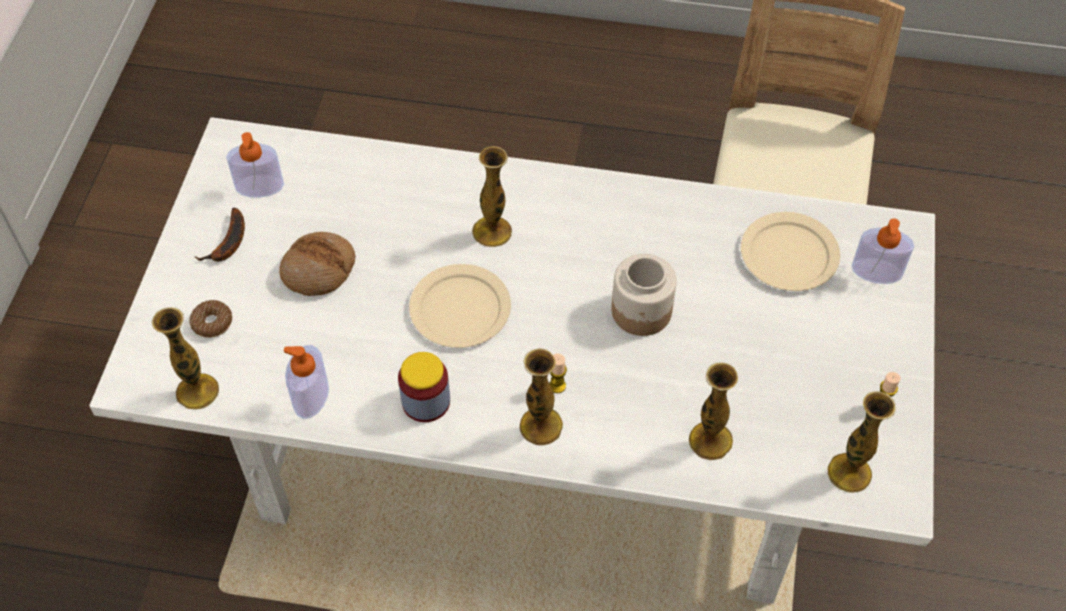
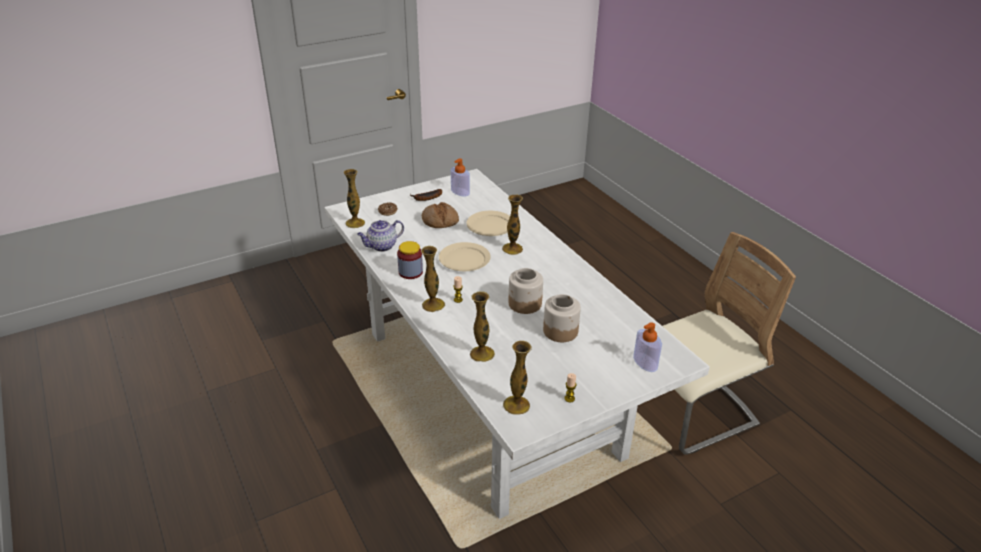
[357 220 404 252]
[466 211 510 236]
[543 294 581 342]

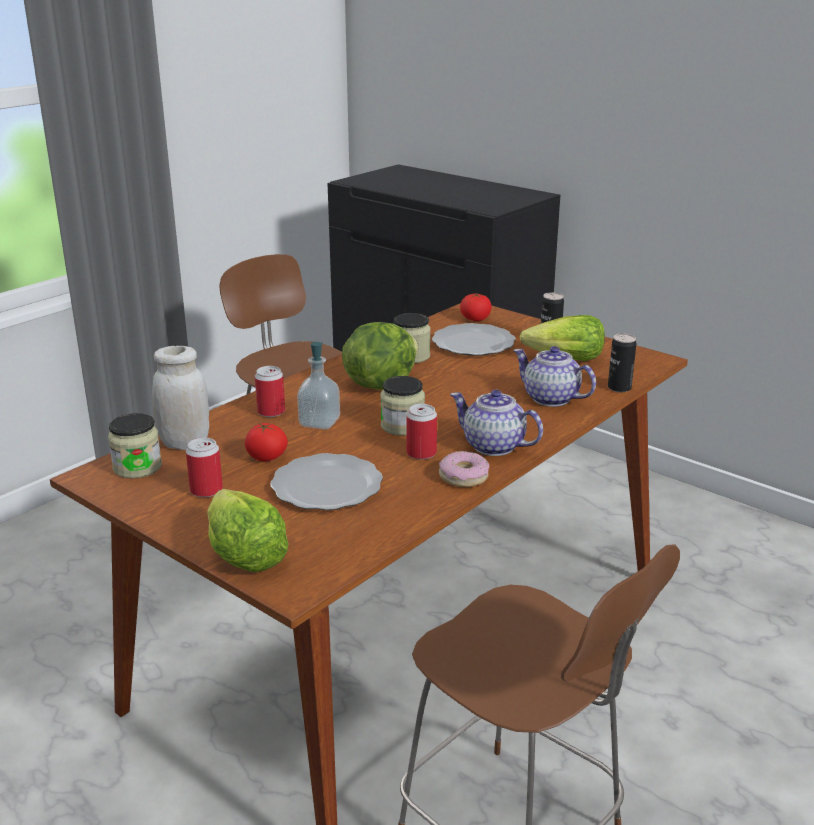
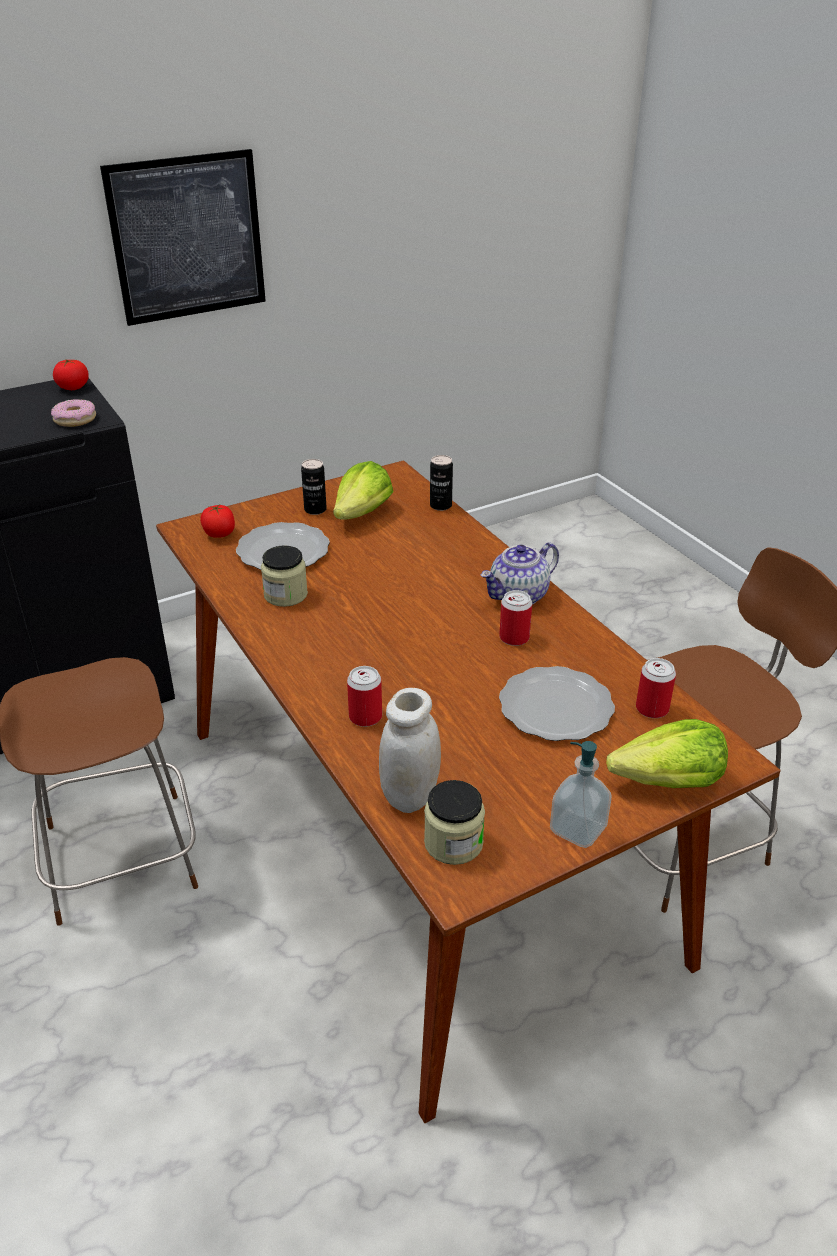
[51 399 96 427]
[53 360 89 390]
[100 149 266 326]
[550 741 612 848]
[636 658 676 718]
[342 322 418 390] (first image)
[380 376 425 436] (first image)
[513 346 596 407] (first image)

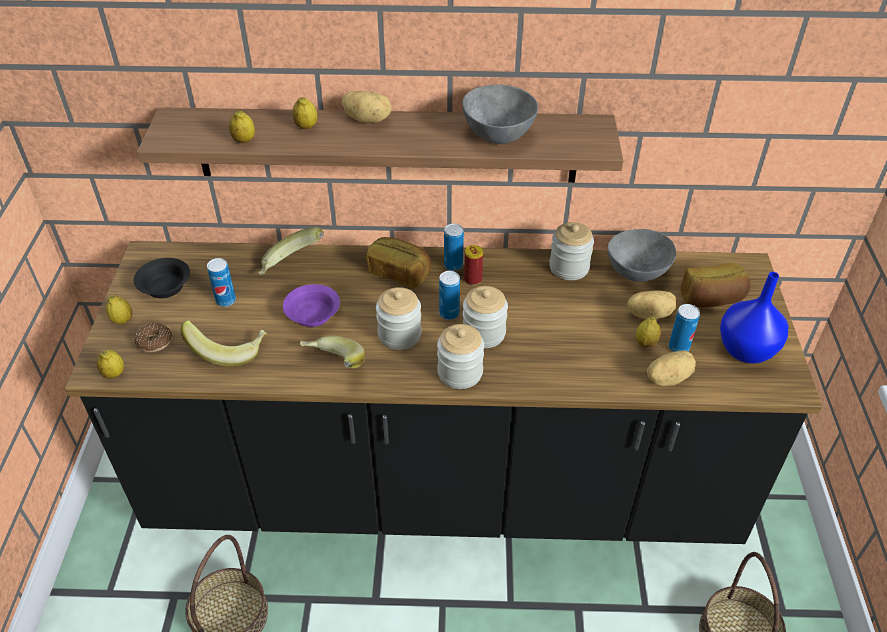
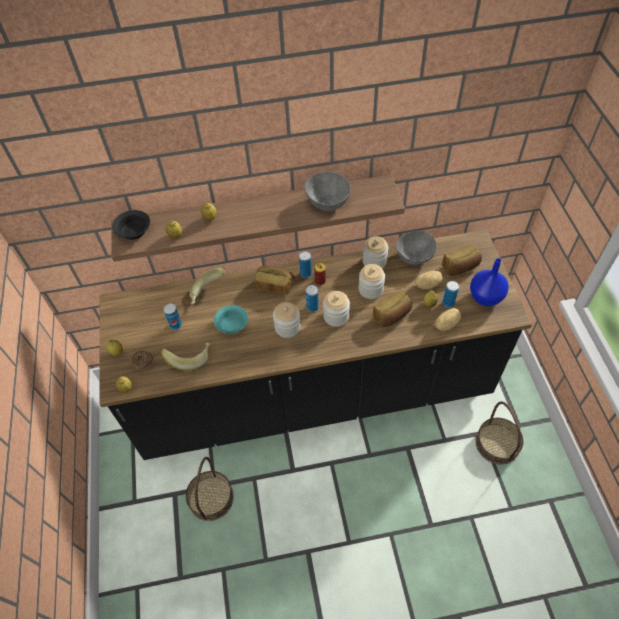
[112 210 150 240]
[214 305 248 334]
[359 264 385 299]
[373 290 412 327]
[300 336 365 368] (first image)
[342 91 392 123] (first image)

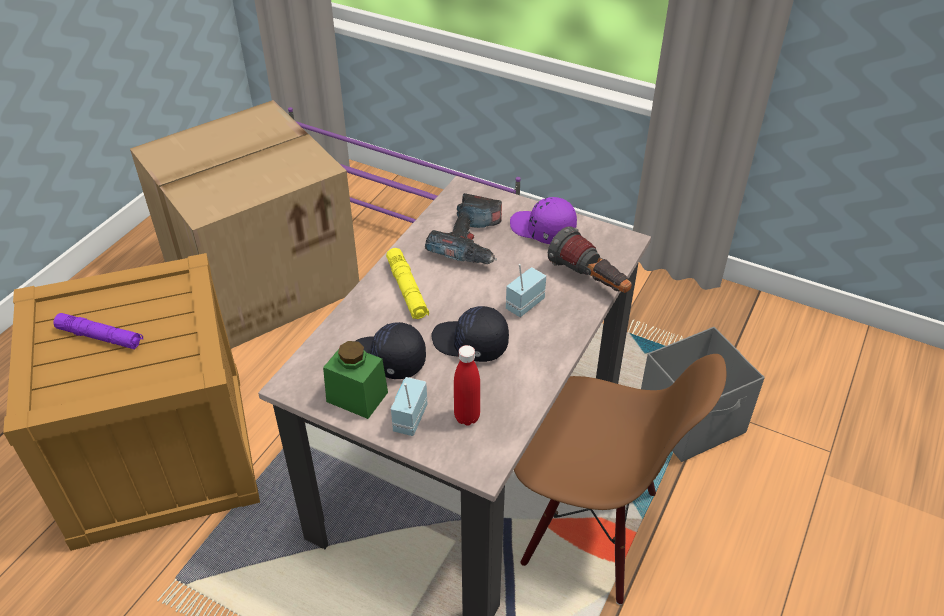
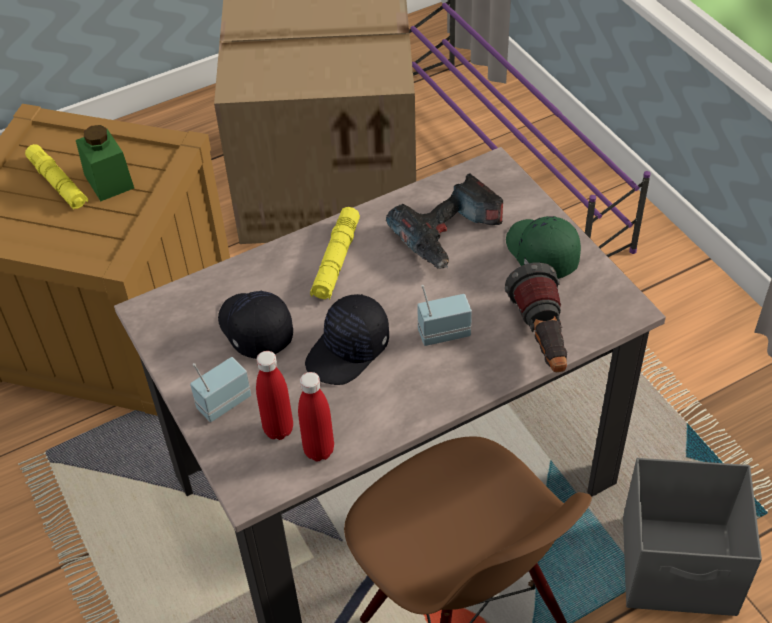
[25 144 88 210]
[76 125 134 201]
[298 372 334 461]
[305 294 389 385]
[506 216 581 278]

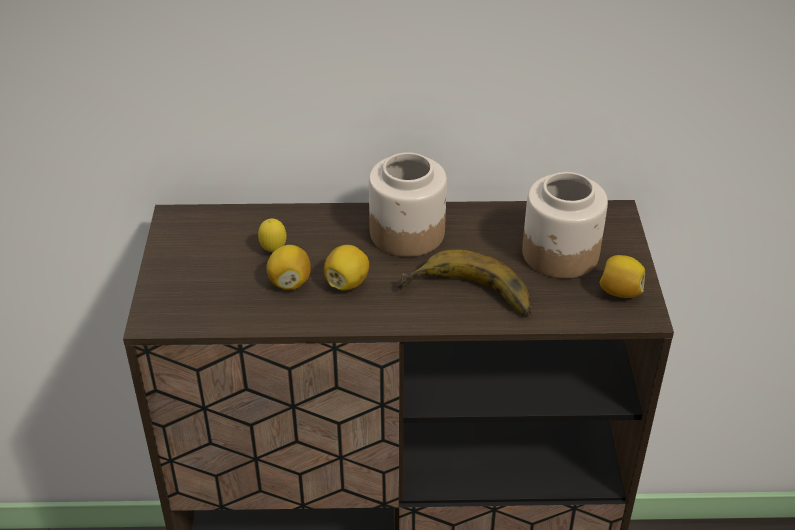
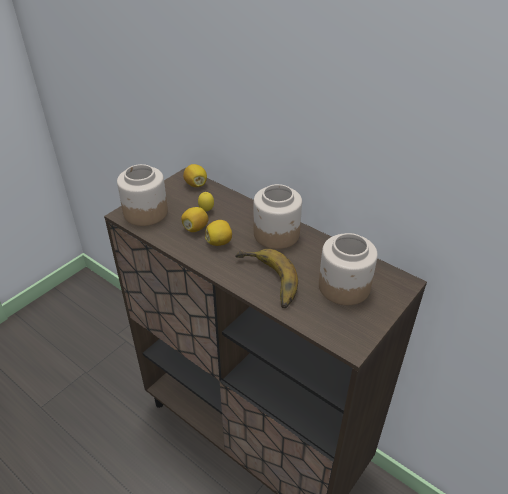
[117 164 168 226]
[183 164 207 187]

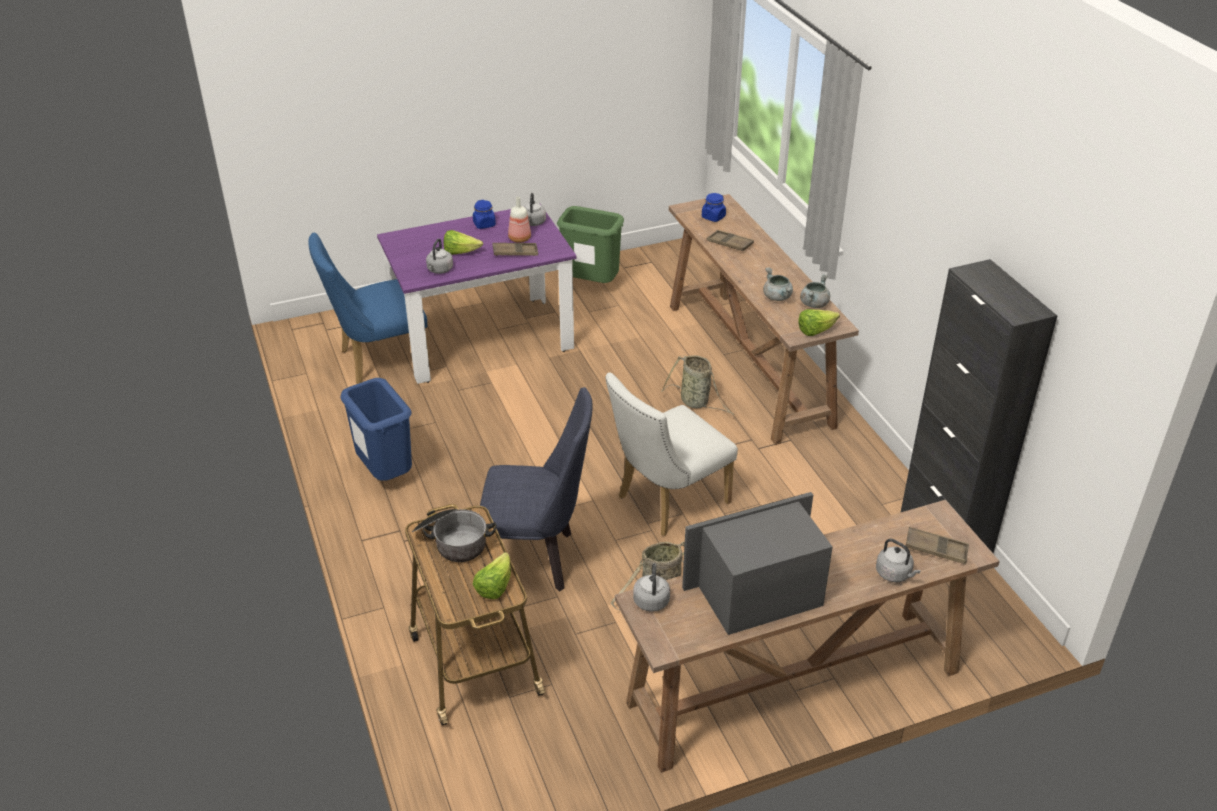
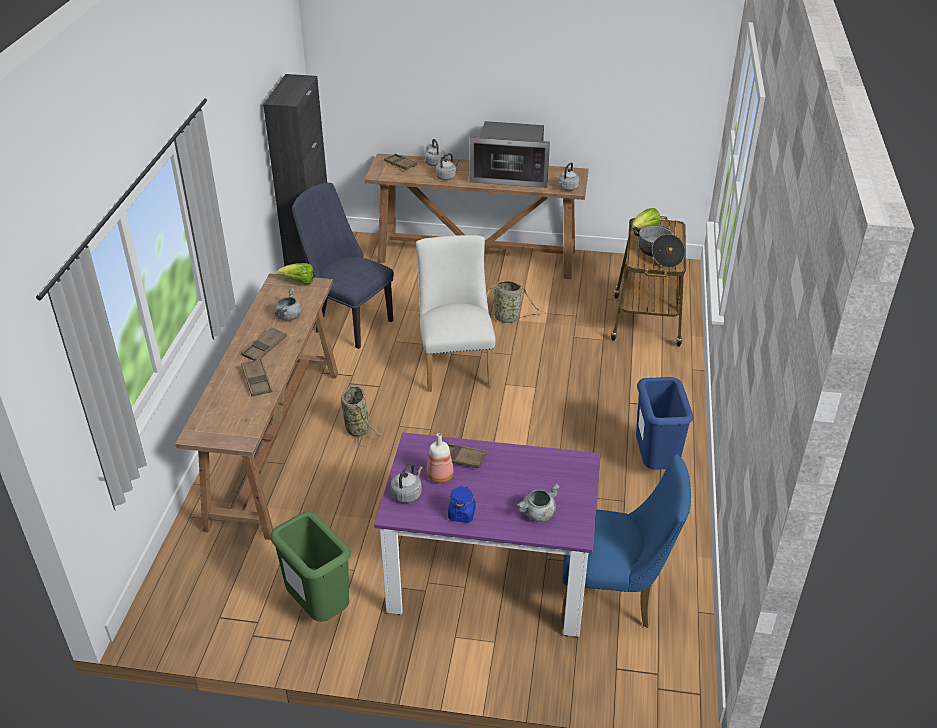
[241 327 287 361]
[292 183 394 349]
[416 235 496 392]
[436 153 459 180]
[516 483 560 522]
[444 230 483 255] (first image)
[702 193 726 222] (first image)

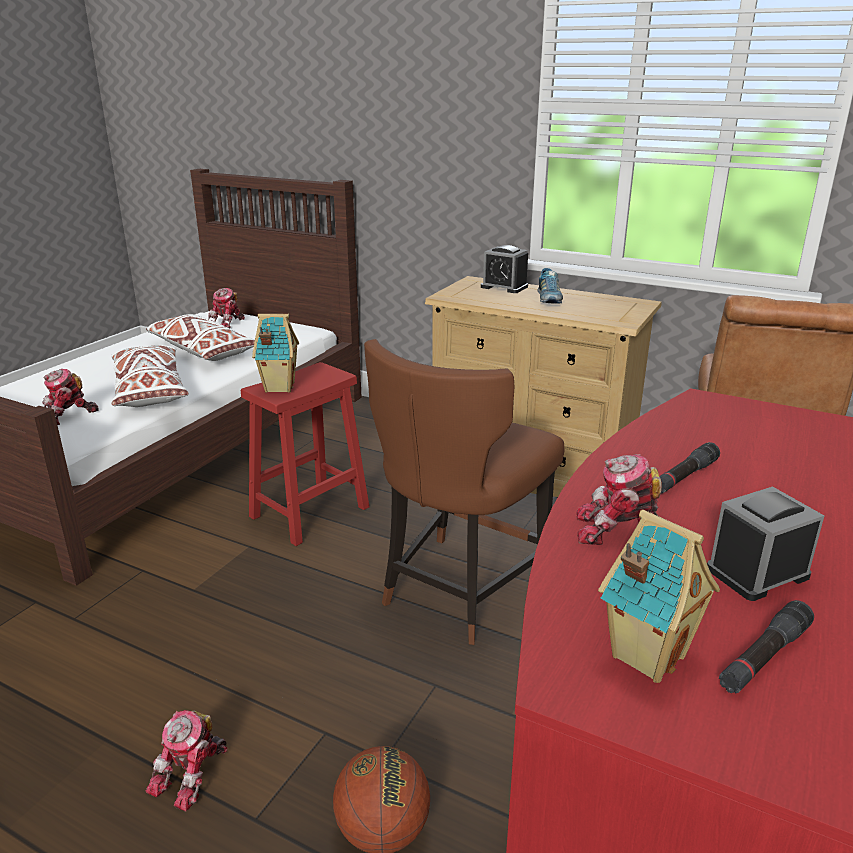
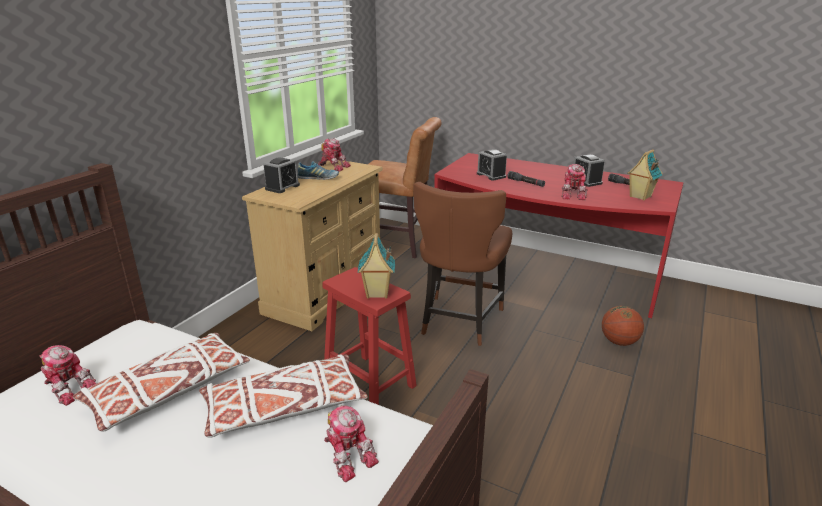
[318 138 351 171]
[413 182 512 346]
[477 149 507 180]

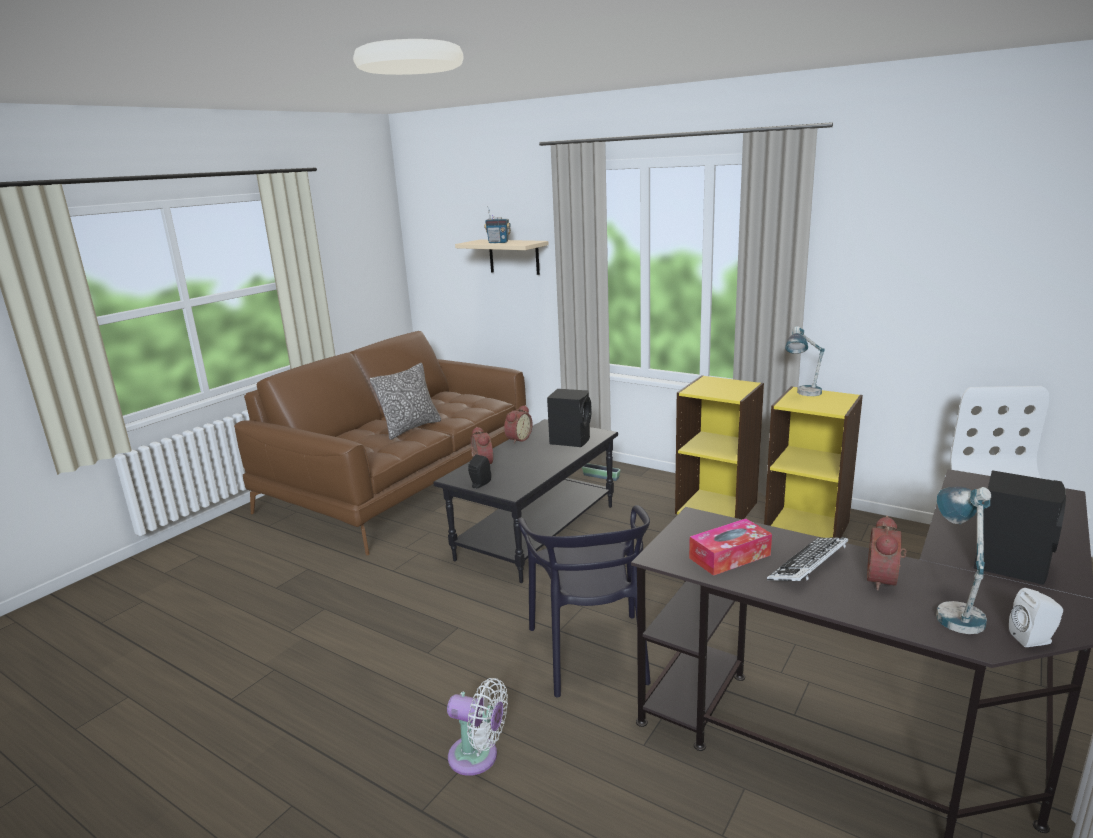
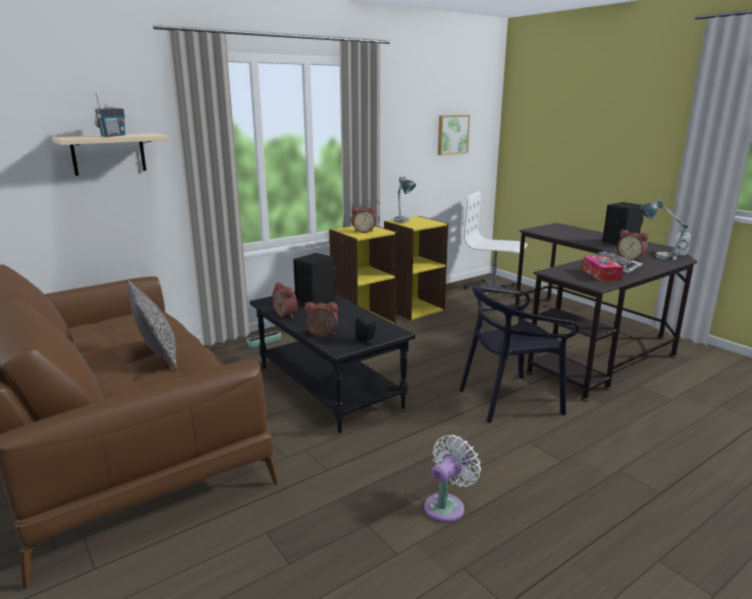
[351 207 375 233]
[424 435 481 523]
[438 115 470 155]
[459 285 579 423]

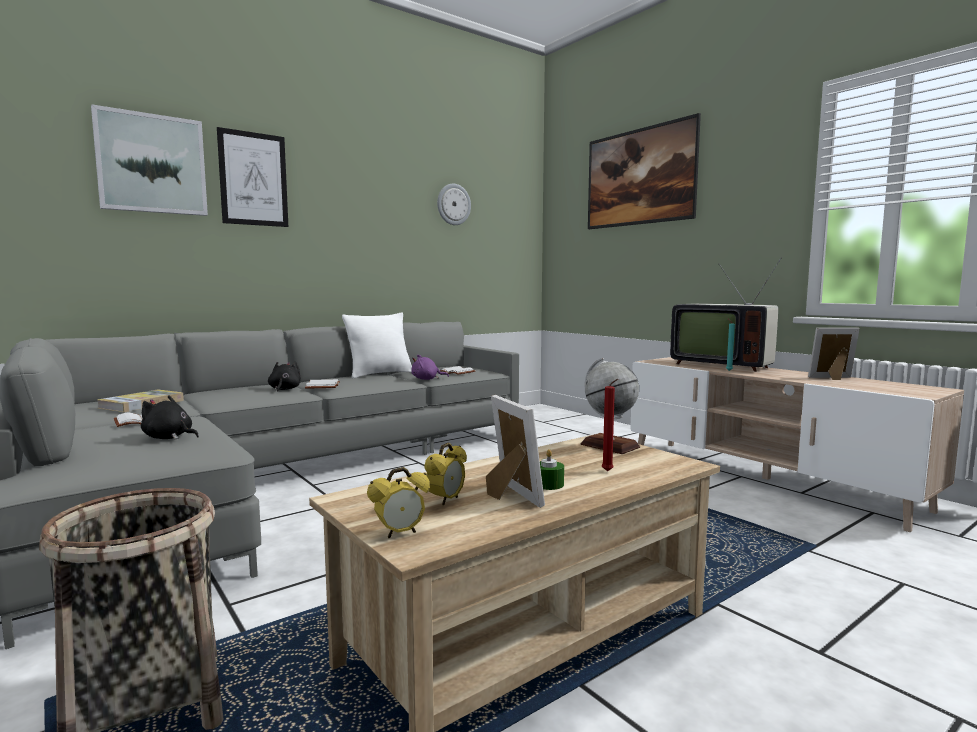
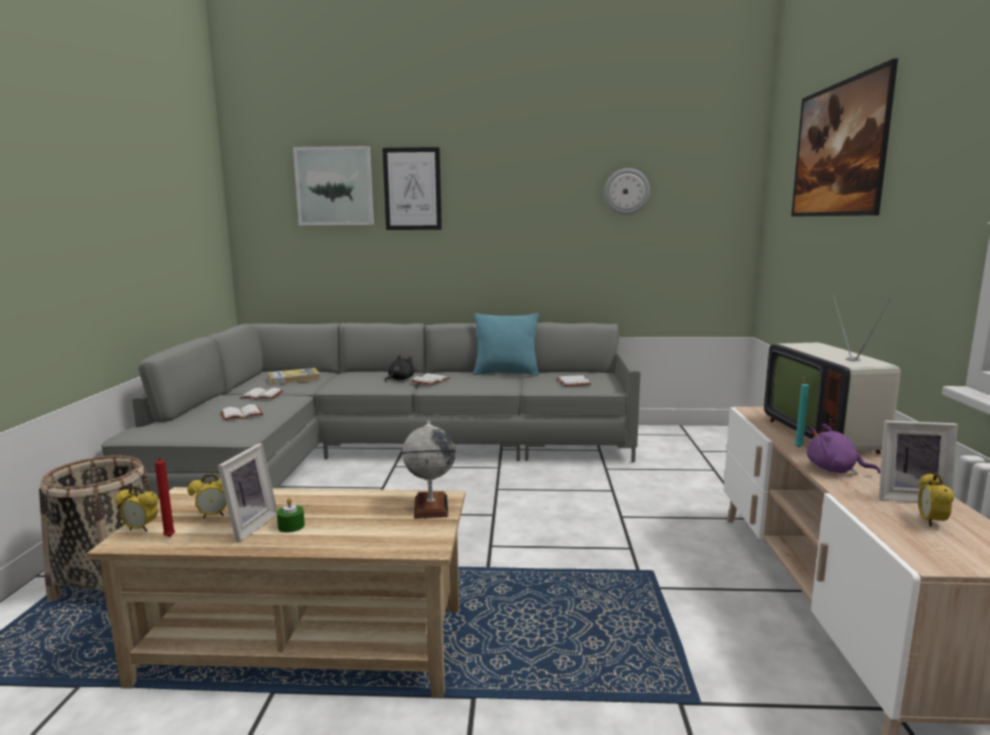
[153 456 175 537]
[220 404 263 421]
[473 313 539 376]
[807 424 880 475]
[879 421 958 502]
[918 473 954 527]

